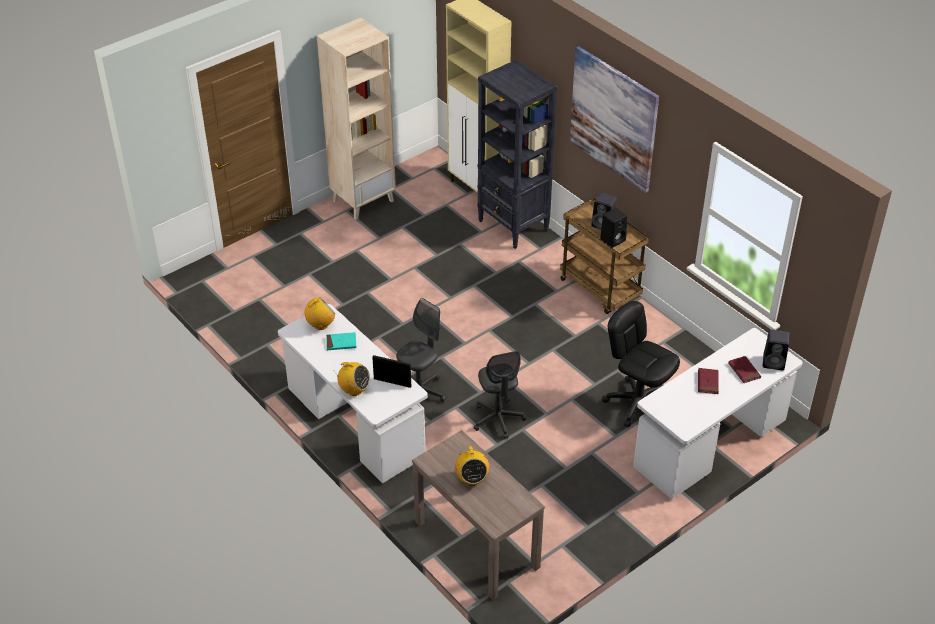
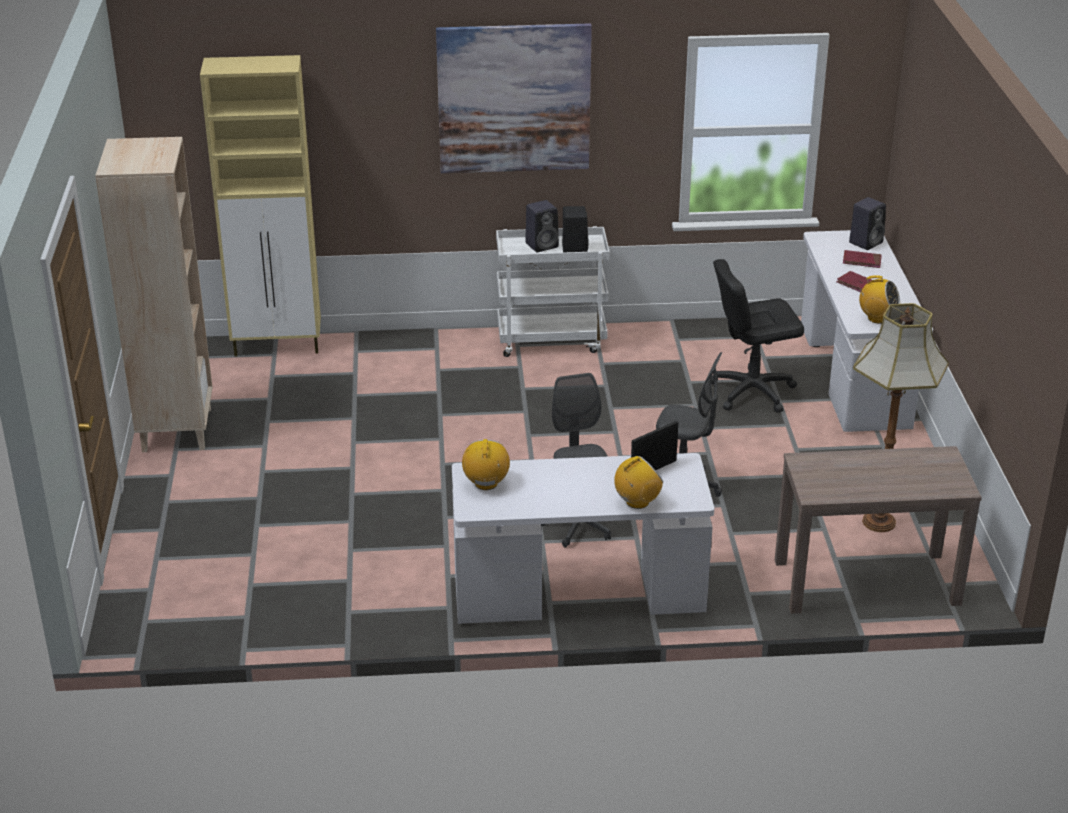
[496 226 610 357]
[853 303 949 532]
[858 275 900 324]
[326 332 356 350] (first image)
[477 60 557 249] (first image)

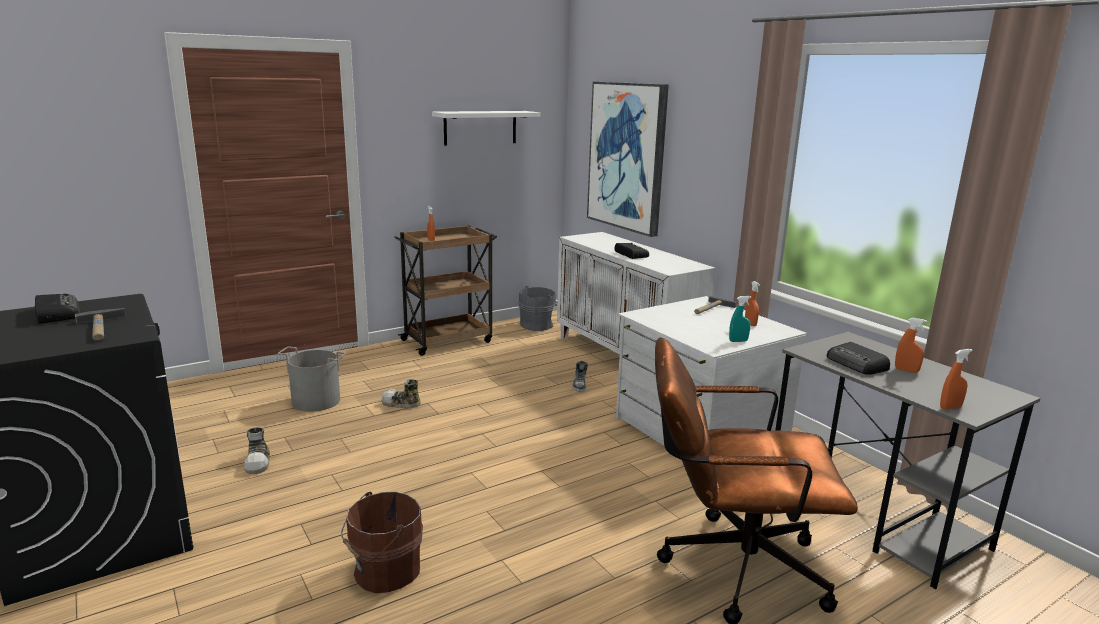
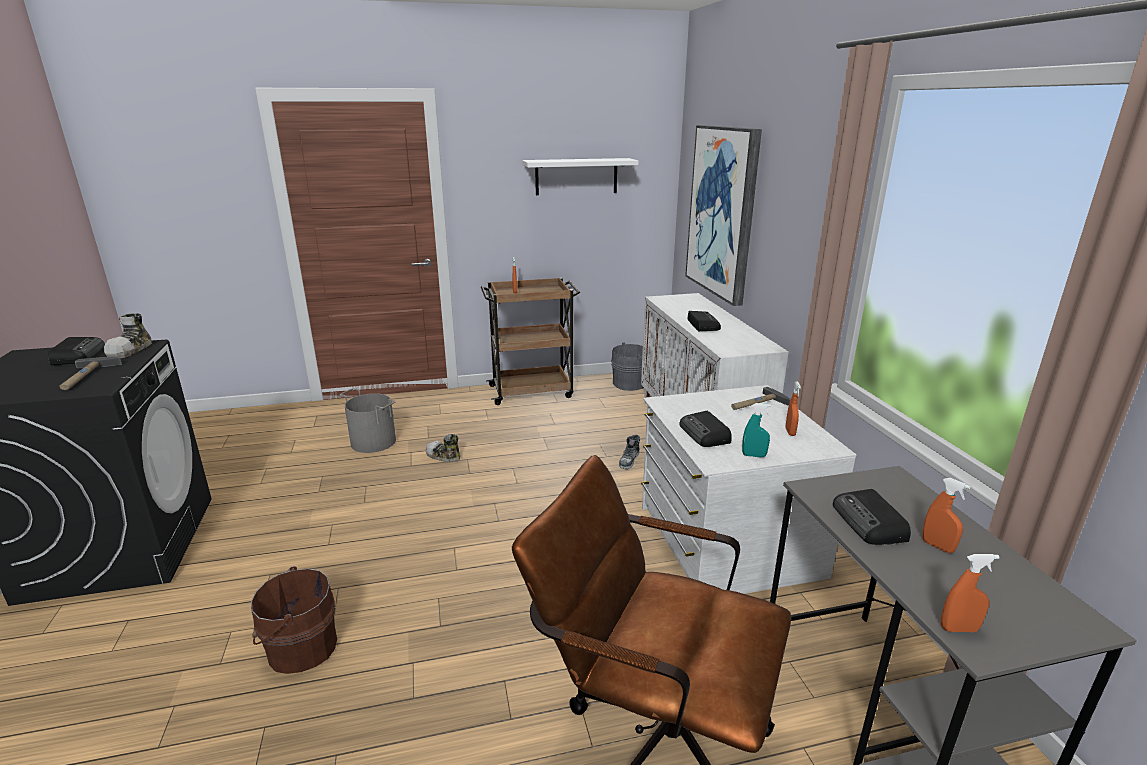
[104 313 152 358]
[679 411 732 447]

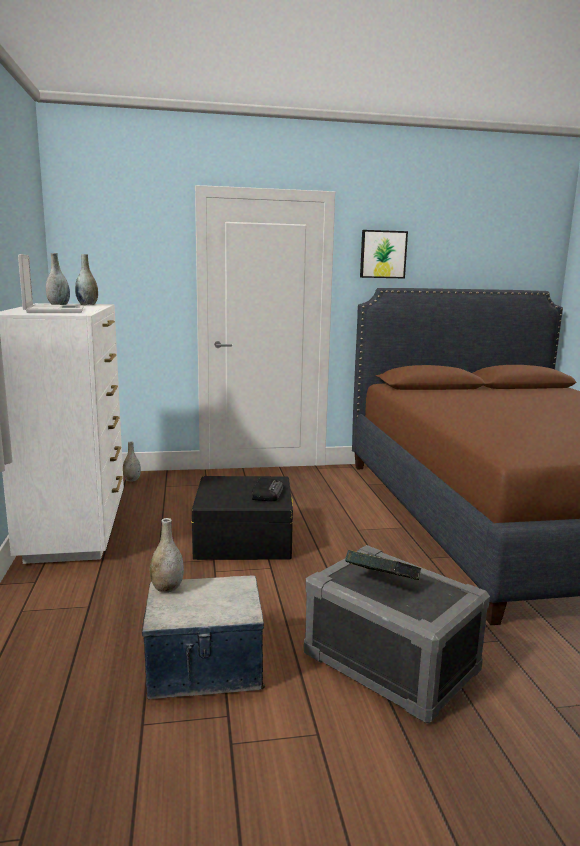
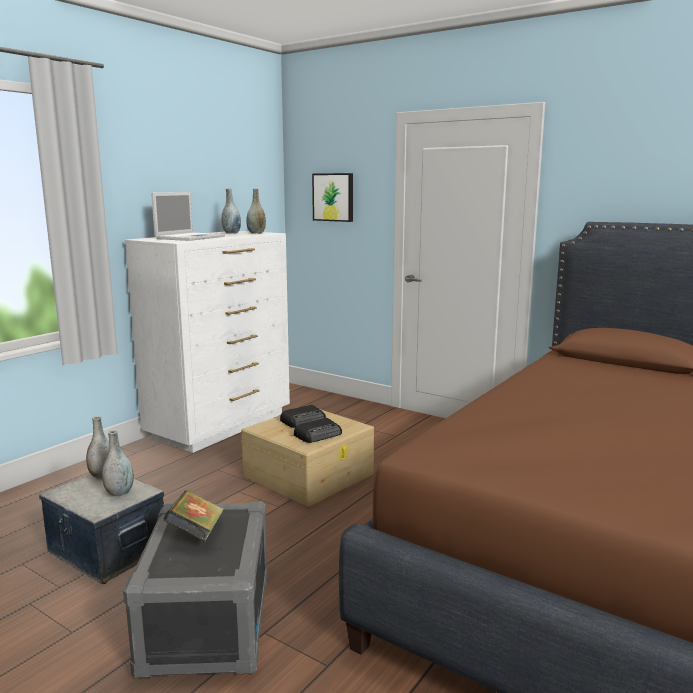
[102 430 134 496]
[241 410 374 507]
[280 405 326 428]
[312 173 353 222]

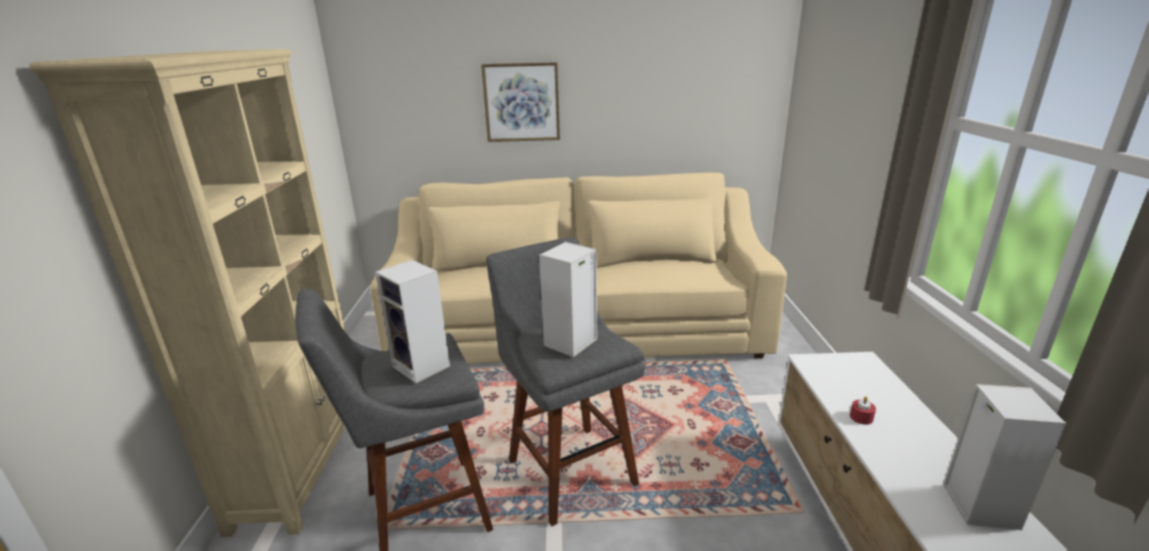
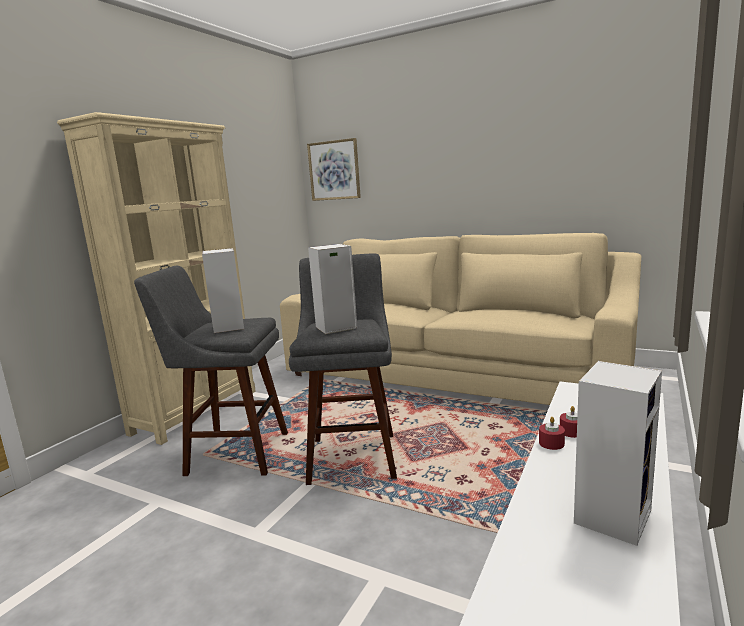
[307 138 361 201]
[539 417 565 450]

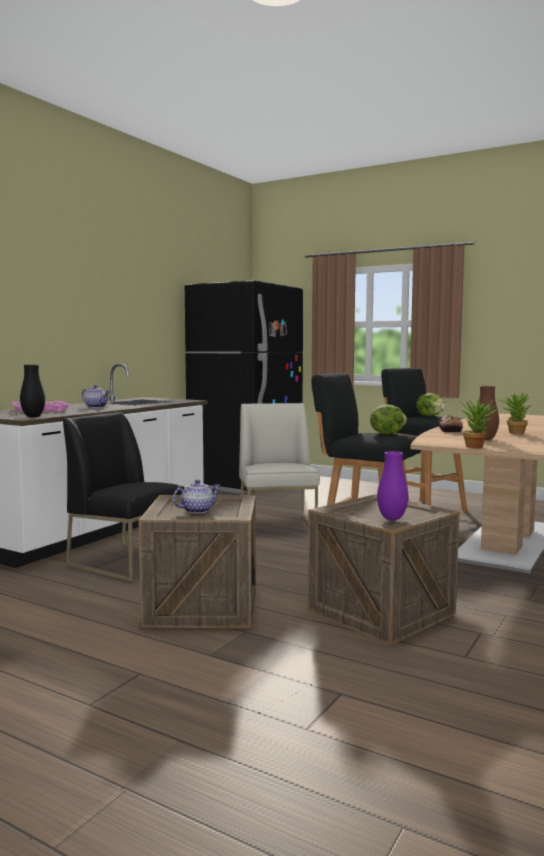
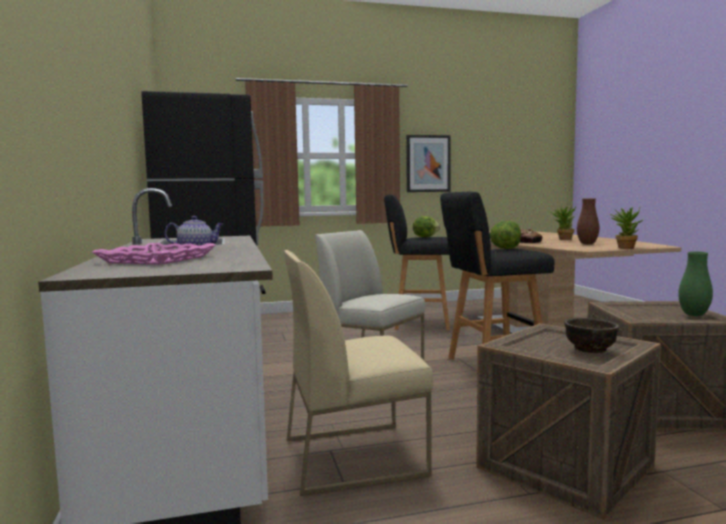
[283 250 433 496]
[406 135 451 192]
[564 318 619 353]
[678 252 713 316]
[20 365 45 417] (first image)

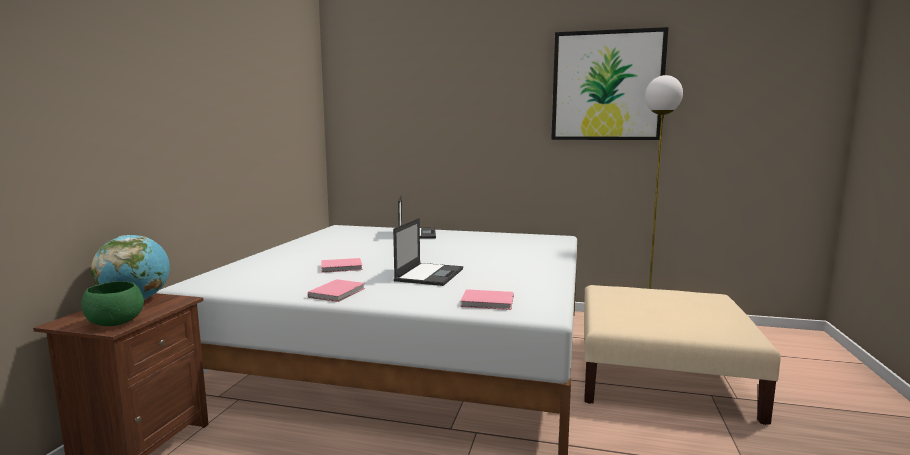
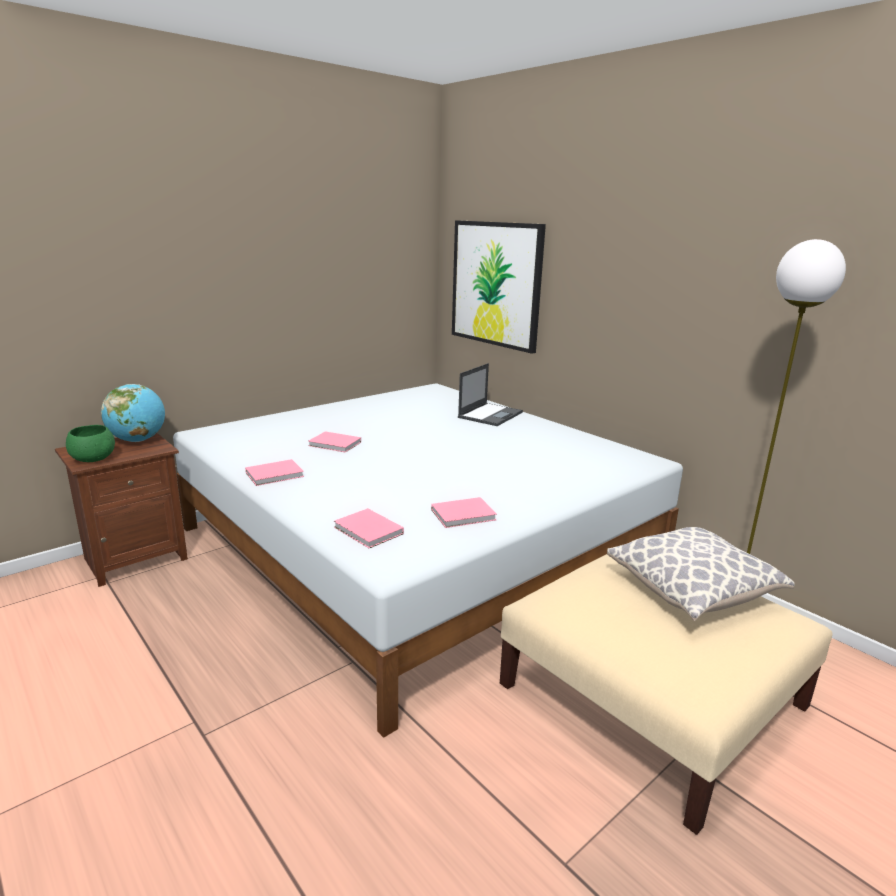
[431 497 497 528]
[452 220 546 354]
[607 527 795 621]
[393 218 463 286] (first image)

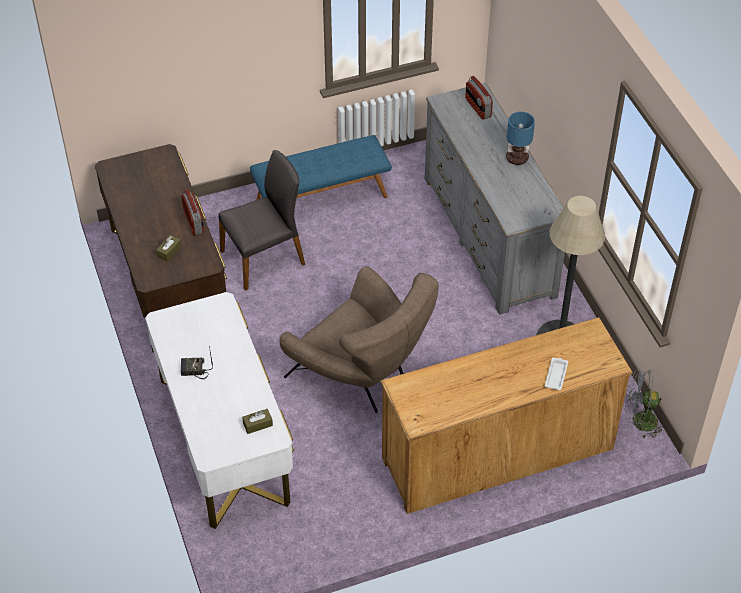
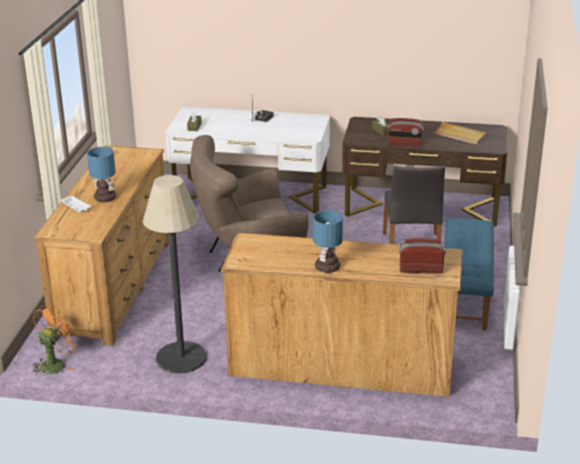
[32 305 80 375]
[87 147 117 202]
[221 233 462 397]
[431 122 486 144]

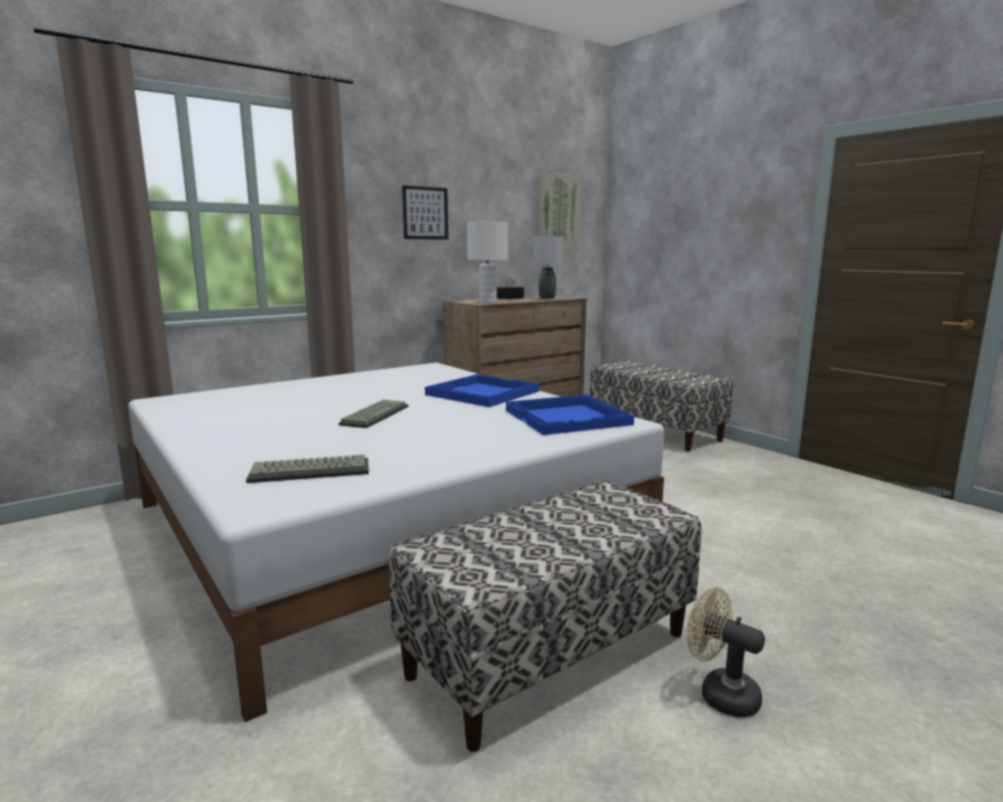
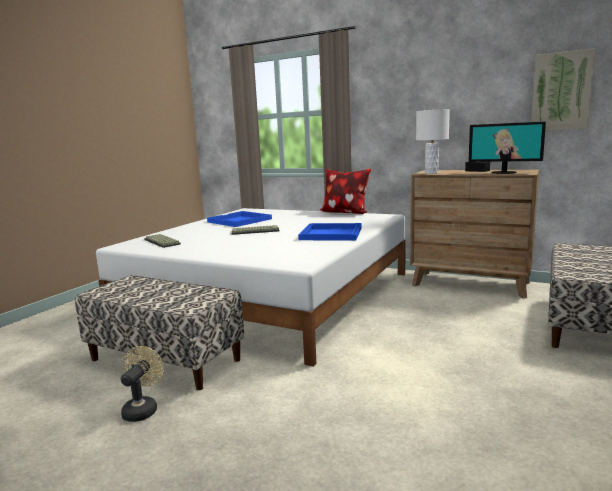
[207 211 272 227]
[320 169 371 214]
[468 121 546 174]
[402 185 448 240] (first image)

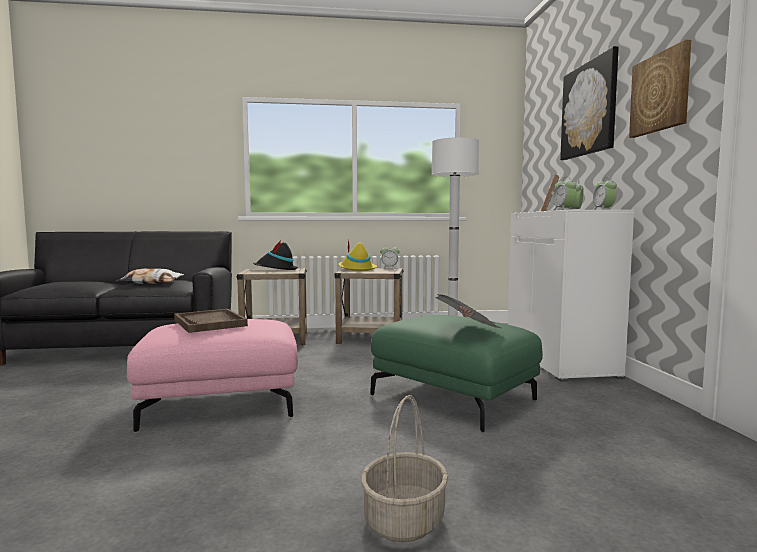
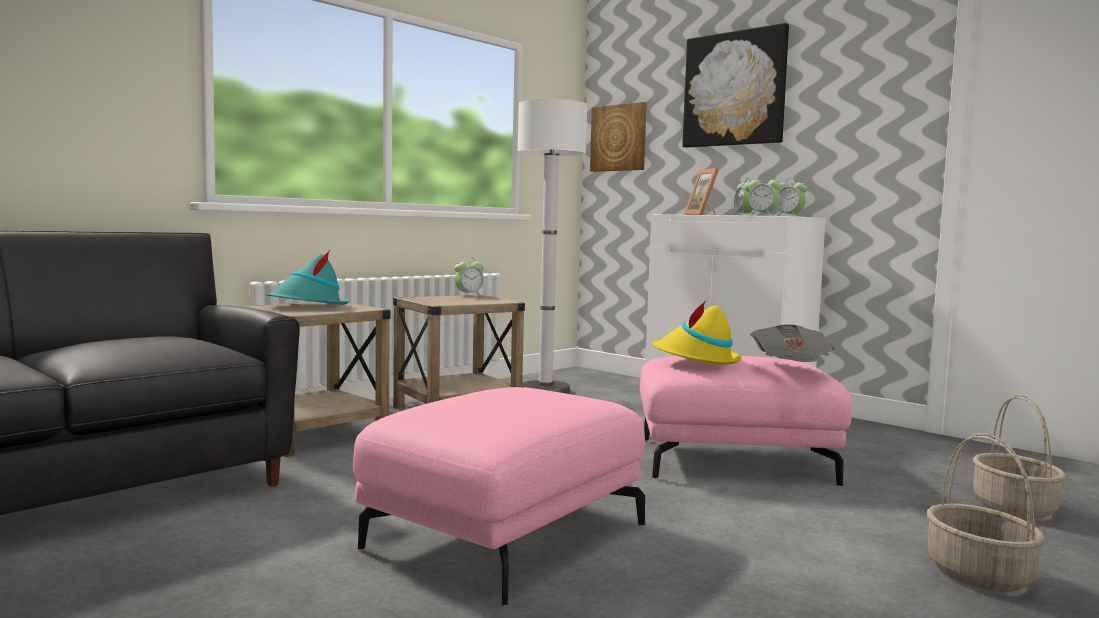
[265 249 349 305]
[590 102 646 172]
[640 356 852 487]
[652 300 742 365]
[973 394 1066 519]
[116 269 184 284] (first image)
[174 309 248 333] (first image)

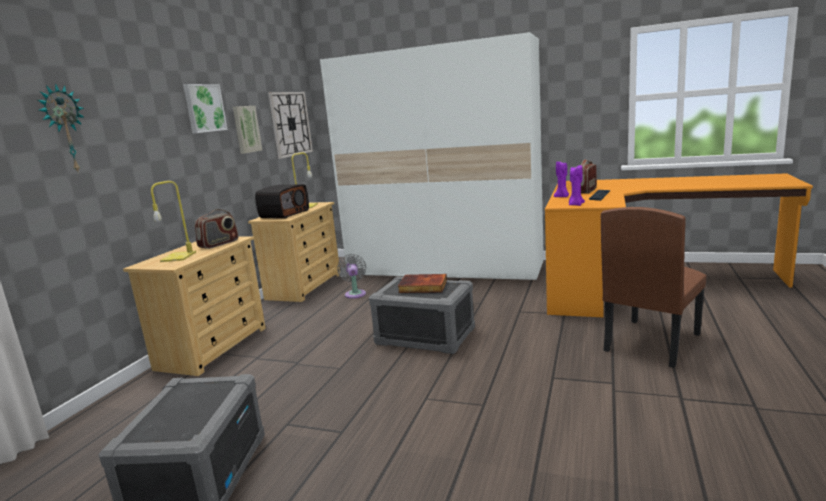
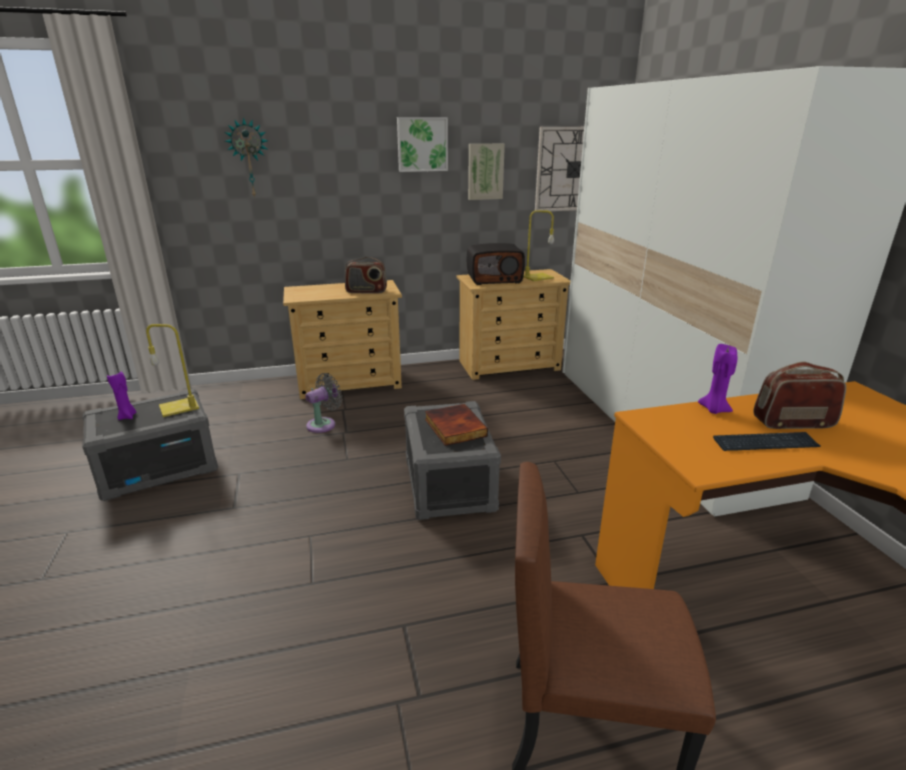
[107 371 136 420]
[146 324 199 417]
[305 373 342 433]

